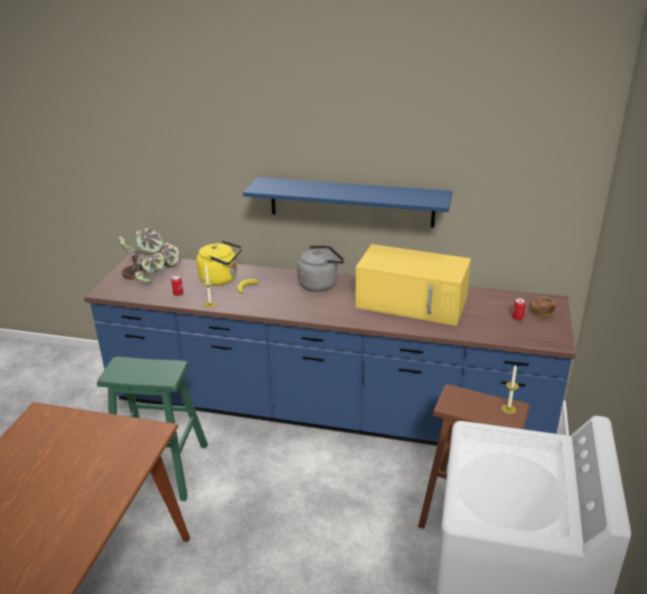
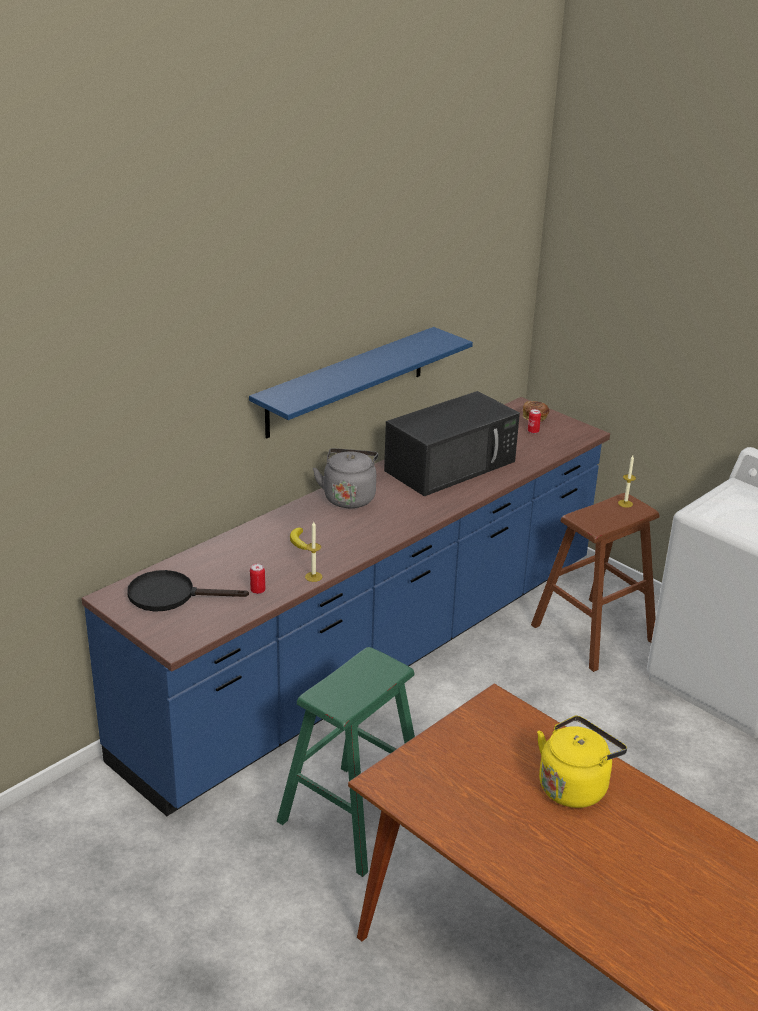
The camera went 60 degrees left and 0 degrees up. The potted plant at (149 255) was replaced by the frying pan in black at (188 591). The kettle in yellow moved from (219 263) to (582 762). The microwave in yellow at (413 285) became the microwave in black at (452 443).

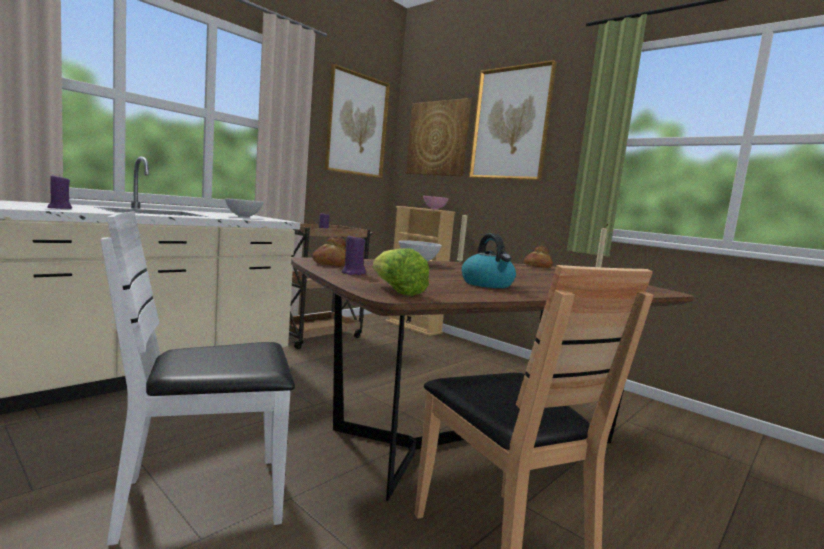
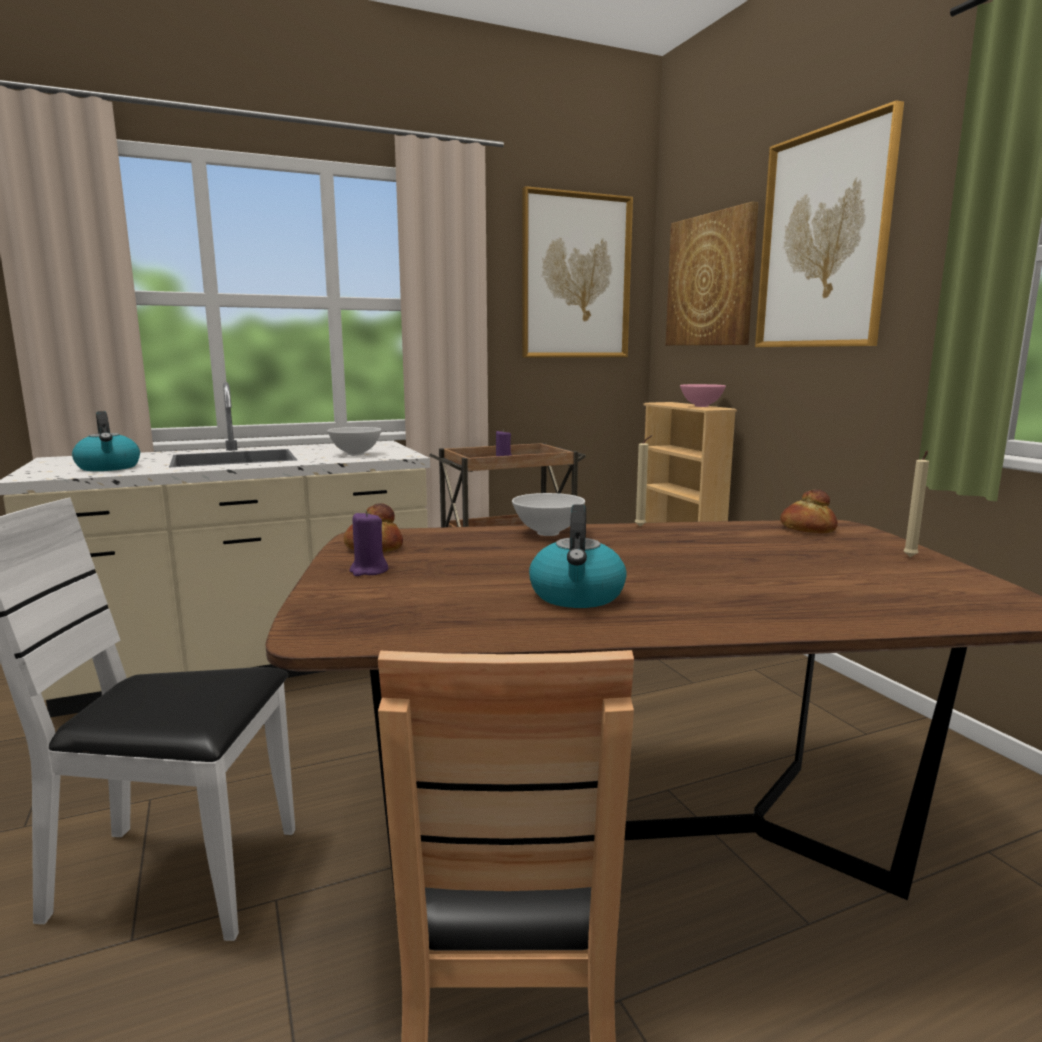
The camera went 25 degrees right and 5 degrees up. The candle in purple at (59 191) was replaced by the kettle at (106 441). The lettuce at (401 272) disappeared.

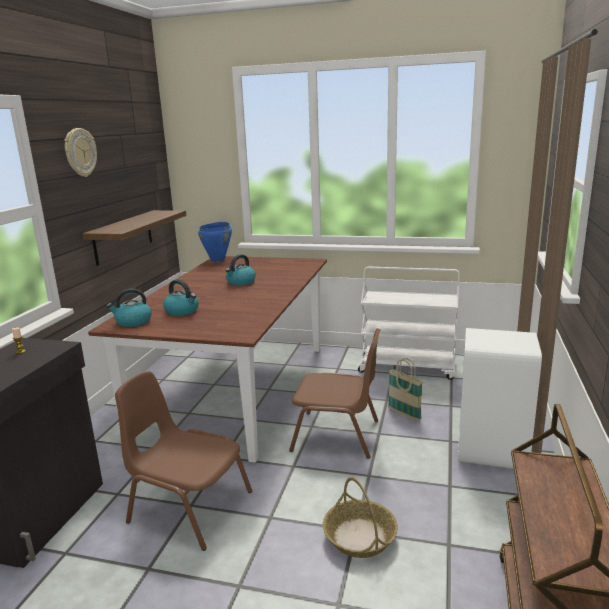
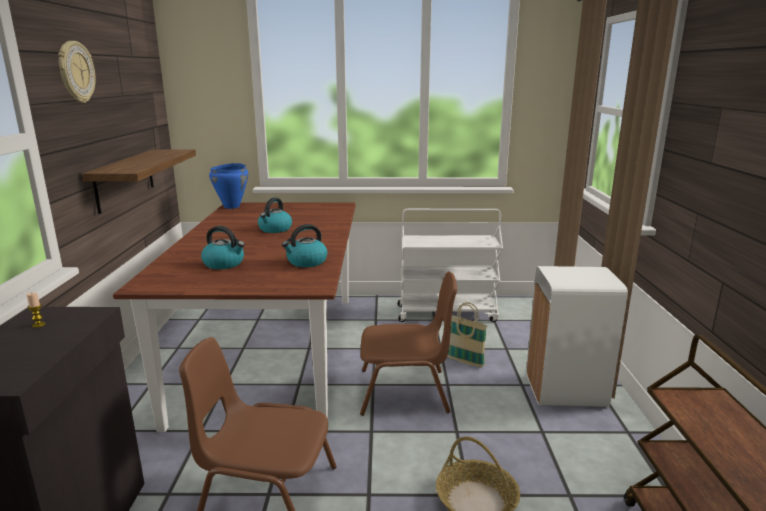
The camera went 15 degrees left and 0 degrees up. The kettle moved from (129 307) to (305 245).

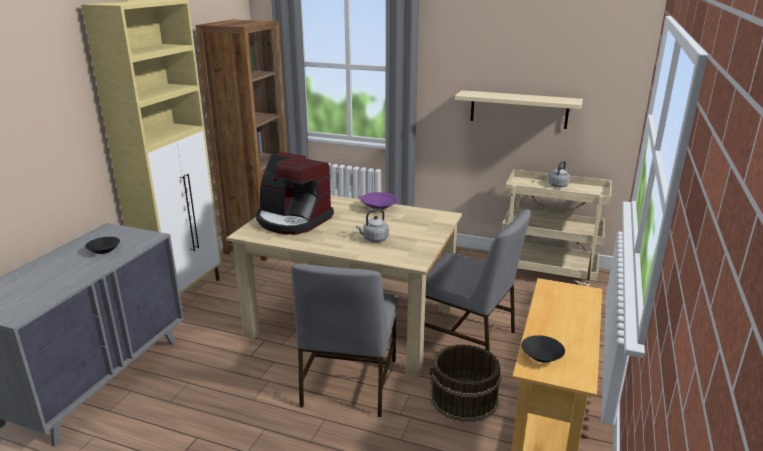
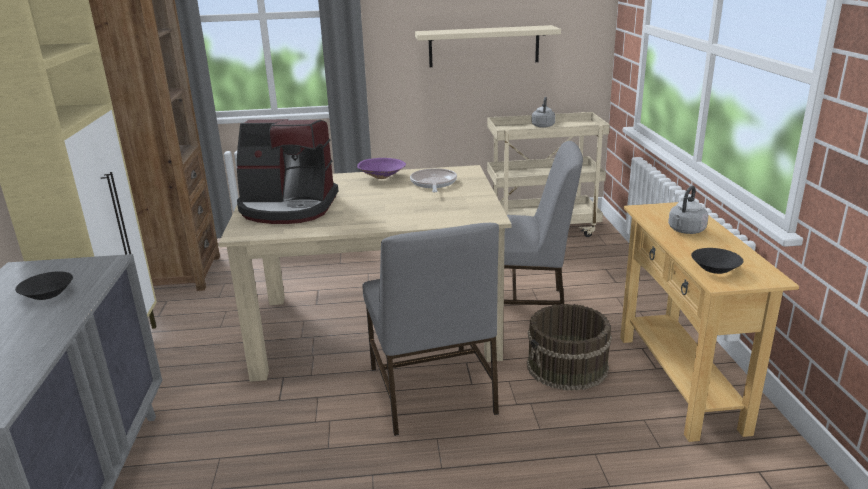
The camera went 25 degrees left and 0 degrees up. The kettle in grey moved from (372 225) to (688 210). The frying pan at (433 180) appeared.

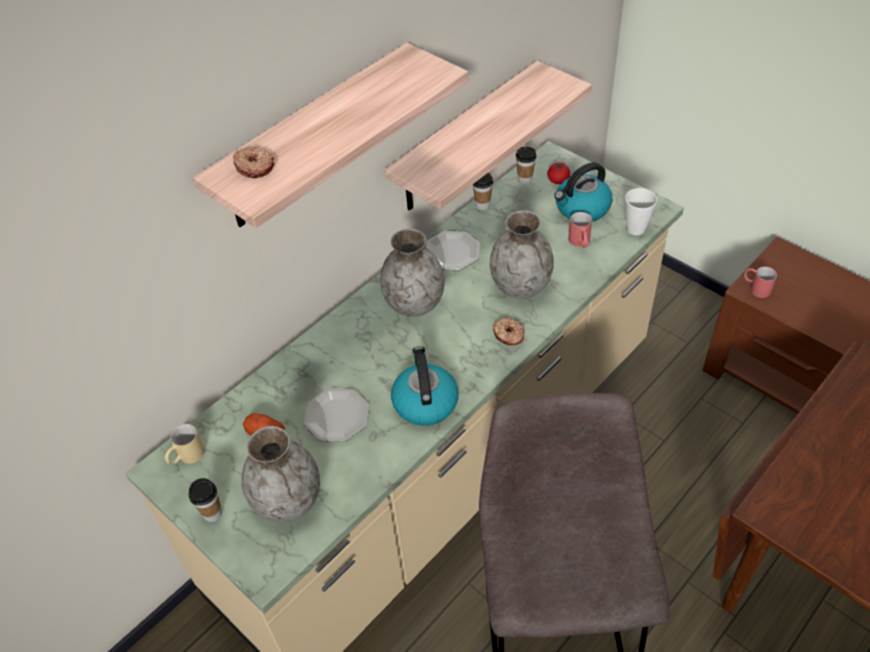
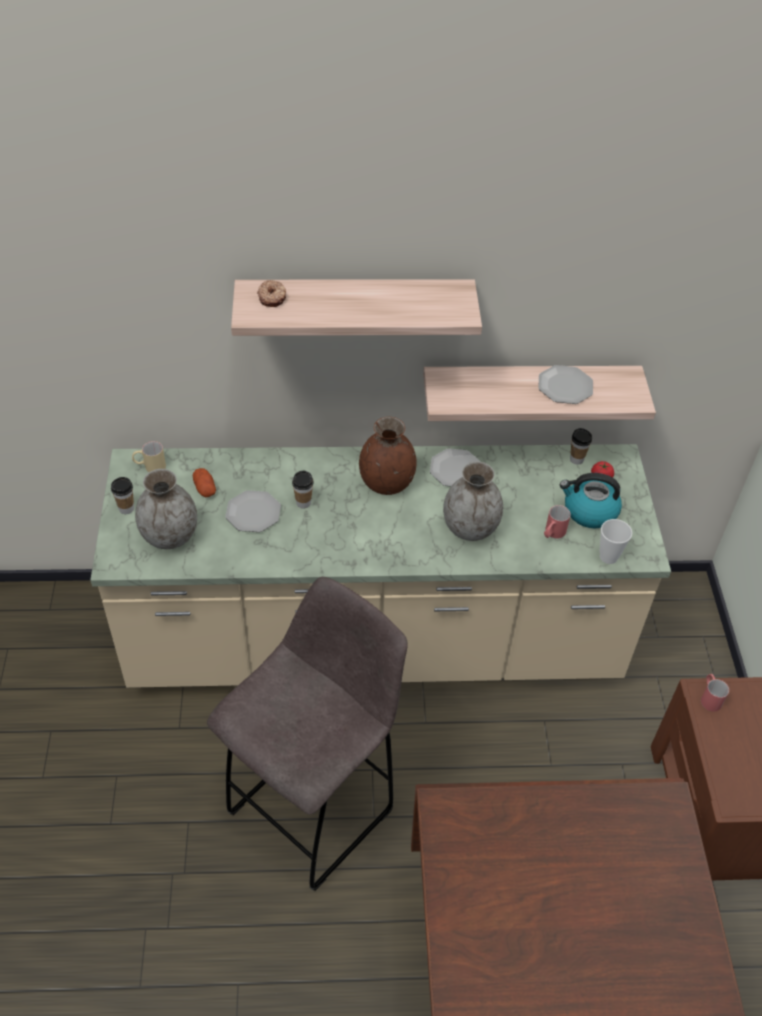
The camera went 40 degrees right and 0 degrees up. The vase in grey at (412 273) became the vase in brown at (388 456). The kettle at (424 386) disappeared. The cup moved from (483 191) to (303 490). The donut at (508 331) disappeared. The plate at (565 384) appeared.

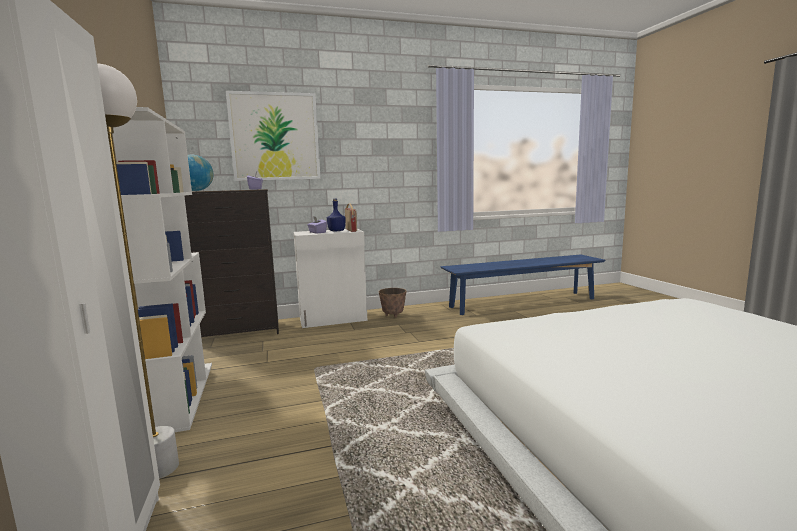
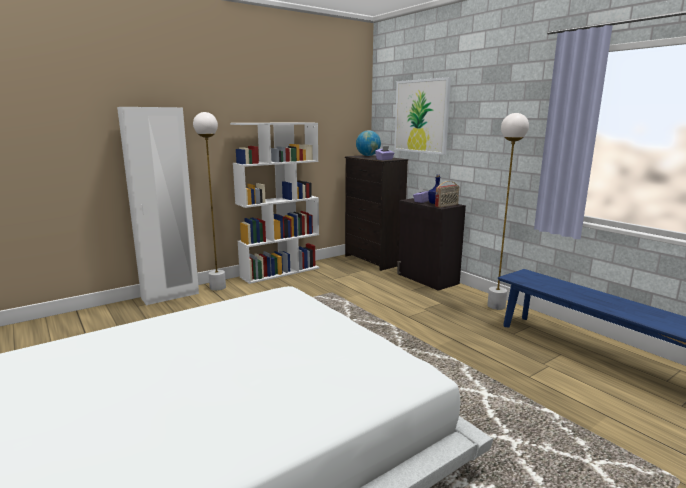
The camera went 70 degrees right and 5 degrees up. The cabinet in white at (331 278) became the cabinet in black at (431 244). The planter at (392 303) disappeared. The floor lamp in white at (508 211) appeared.

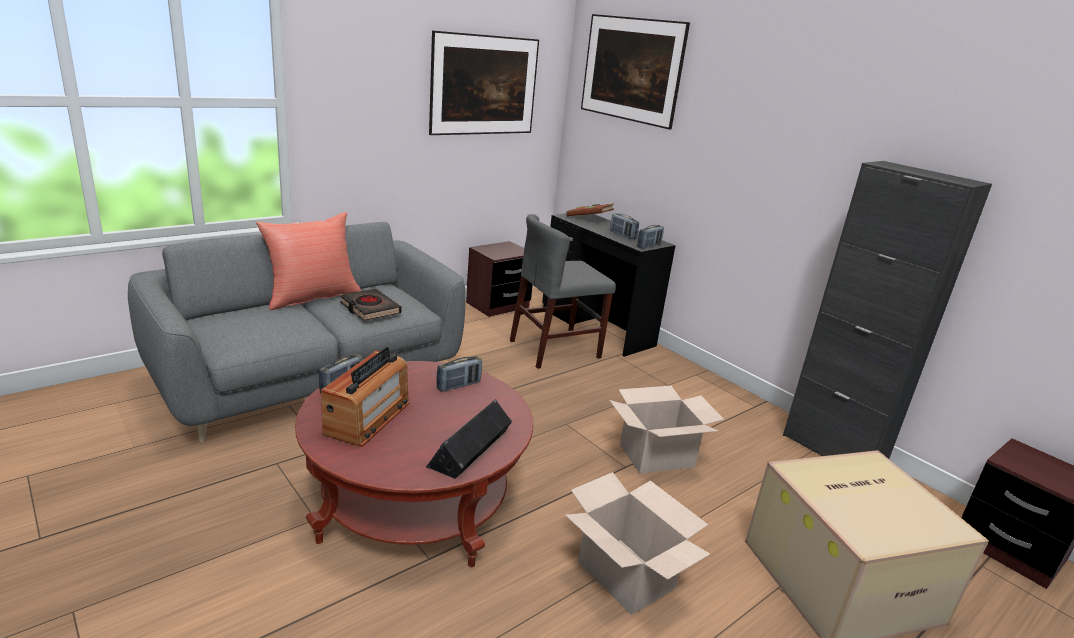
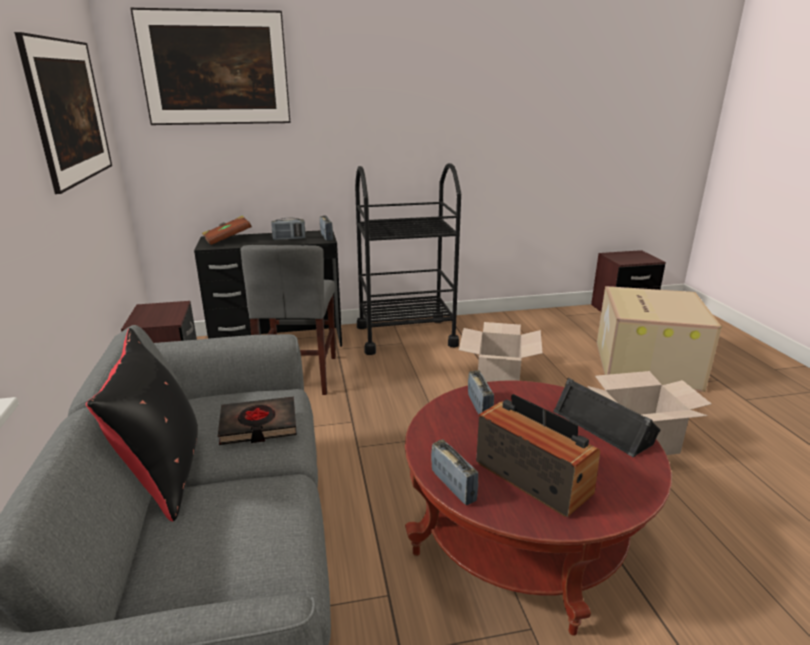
The camera went 60 degrees left and 0 degrees up. The pillow in red at (308 261) became the pillow in black at (142 424). The cabinet in black at (887 310) disappeared. The cart in black at (408 259) appeared.

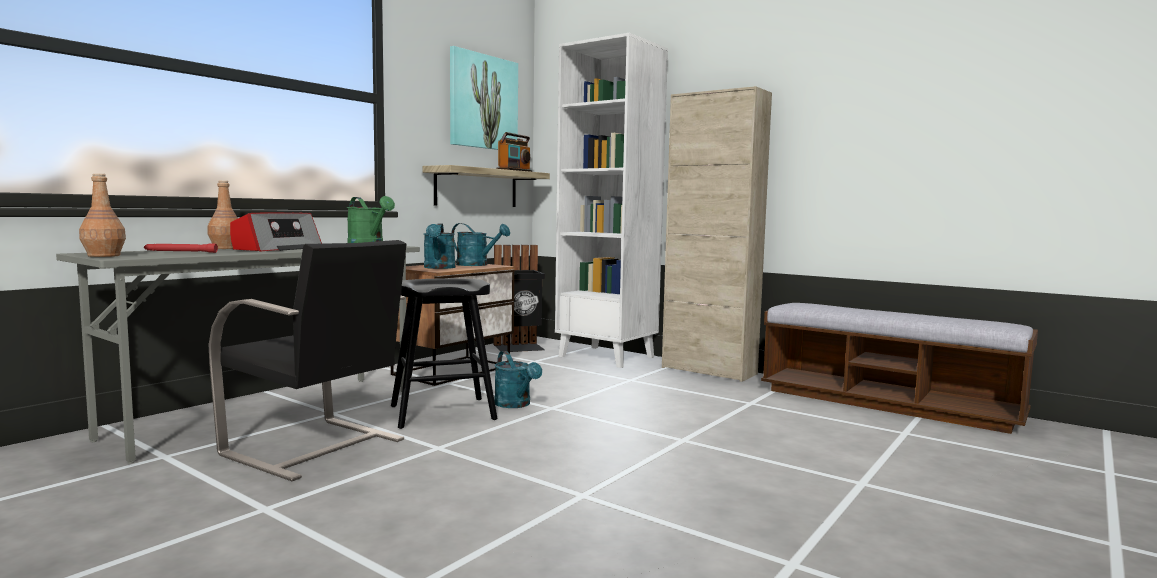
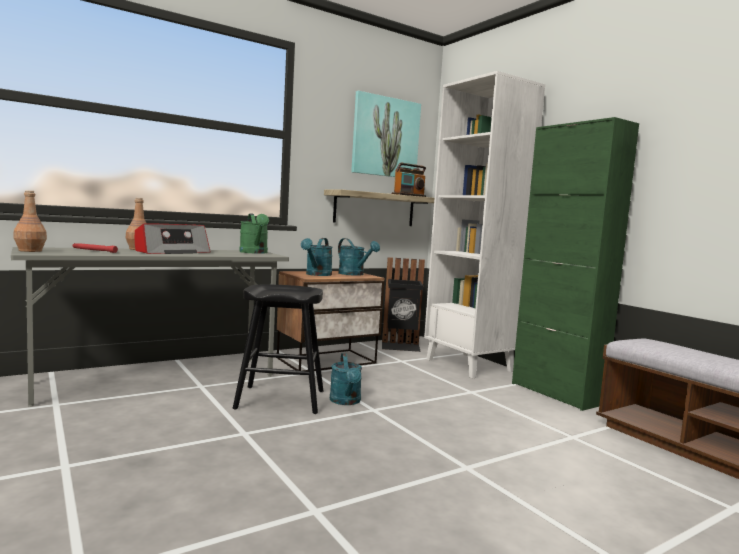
The camera went 20 degrees right and 0 degrees up. The chair in black at (308 360) disappeared. The cabinet in beige at (717 234) became the cabinet in green at (575 264).

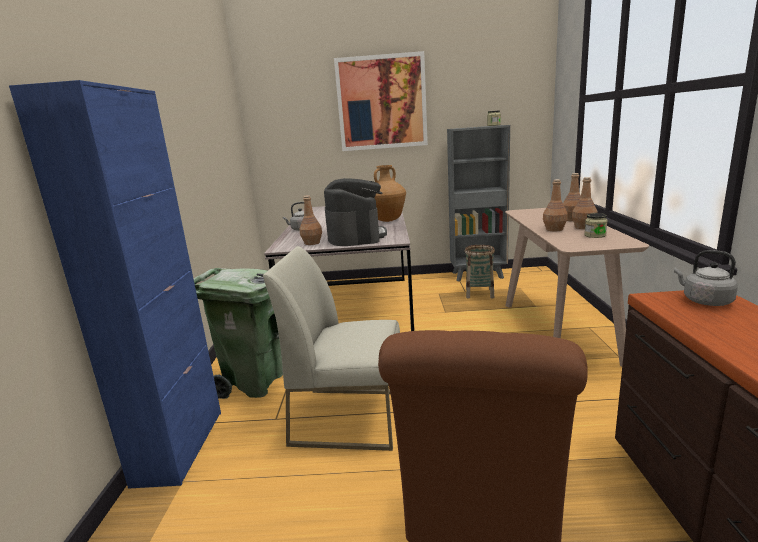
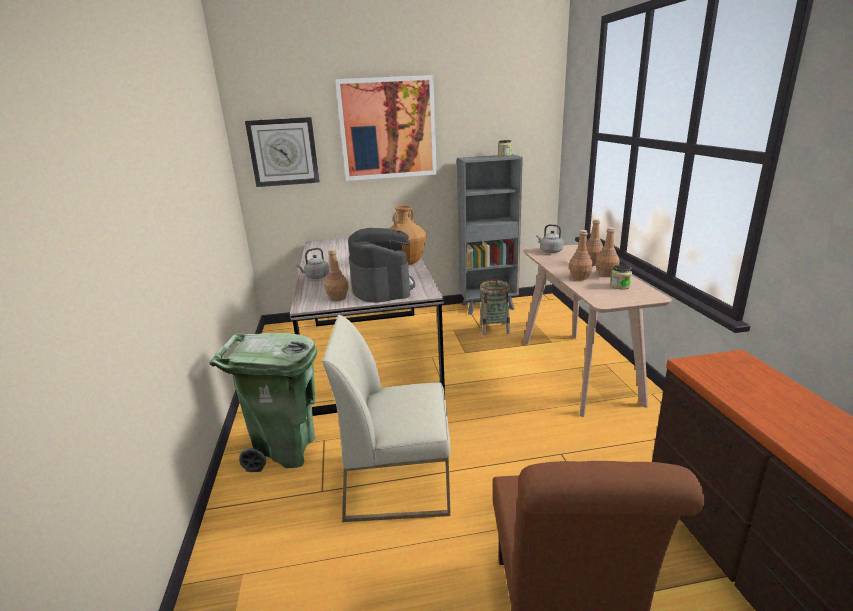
The camera went 10 degrees left and 5 degrees up. The cabinet in blue at (115 284) disappeared. The kettle in grey moved from (706 278) to (549 238). The wall clock at (282 152) appeared.

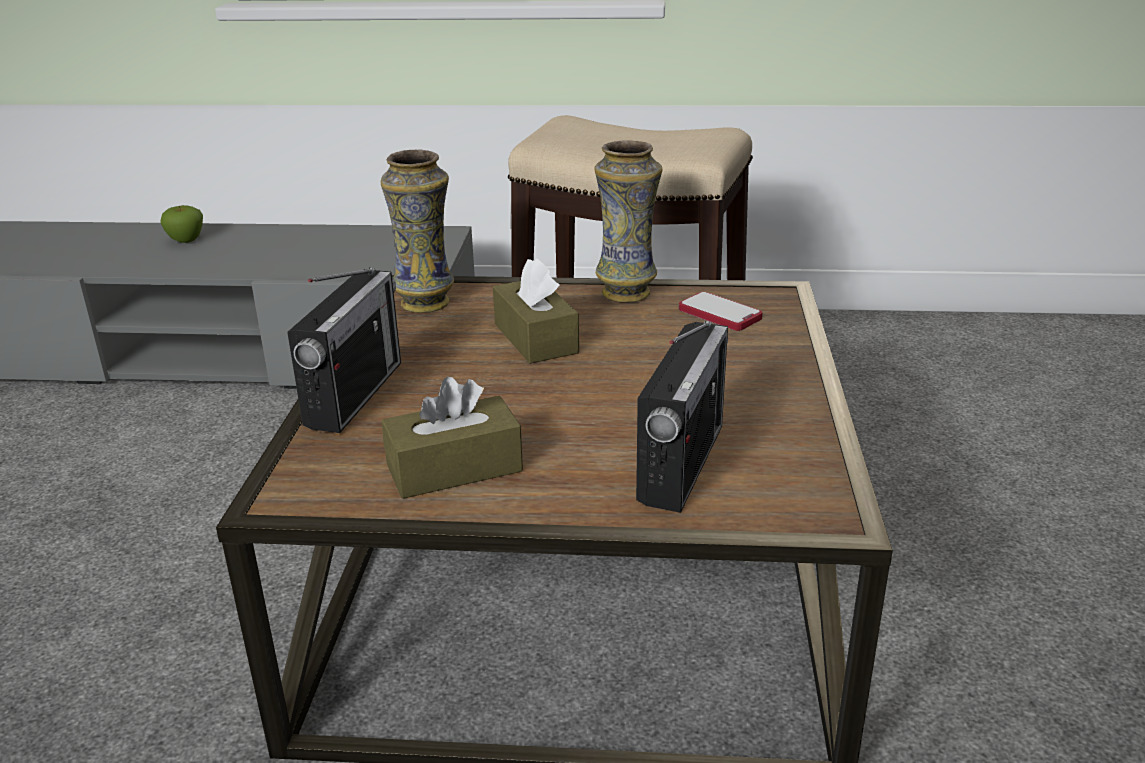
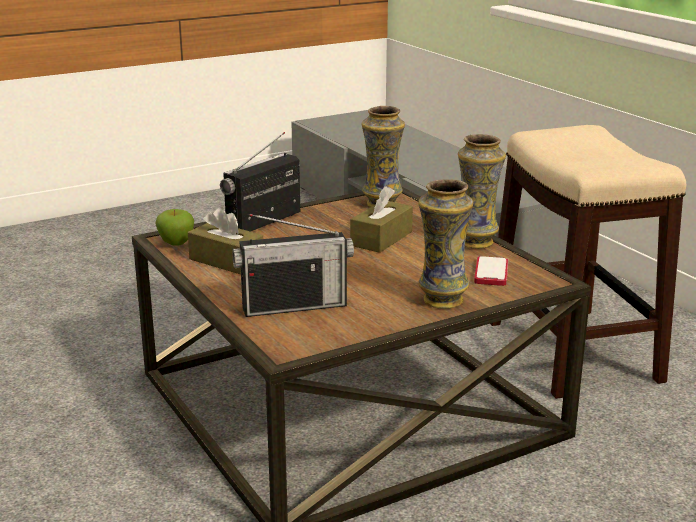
The camera went 55 degrees right and 5 degrees down. The apple moved from (181 224) to (175 227). The radio at (344 350) turned 150 degrees clockwise. The vase at (445 244) appeared.

